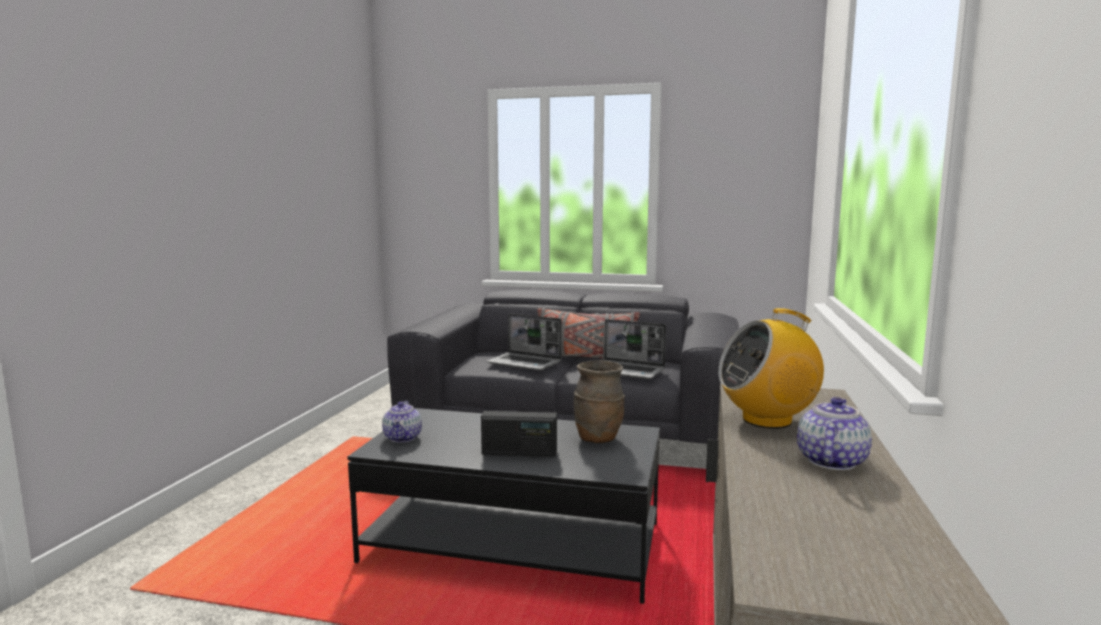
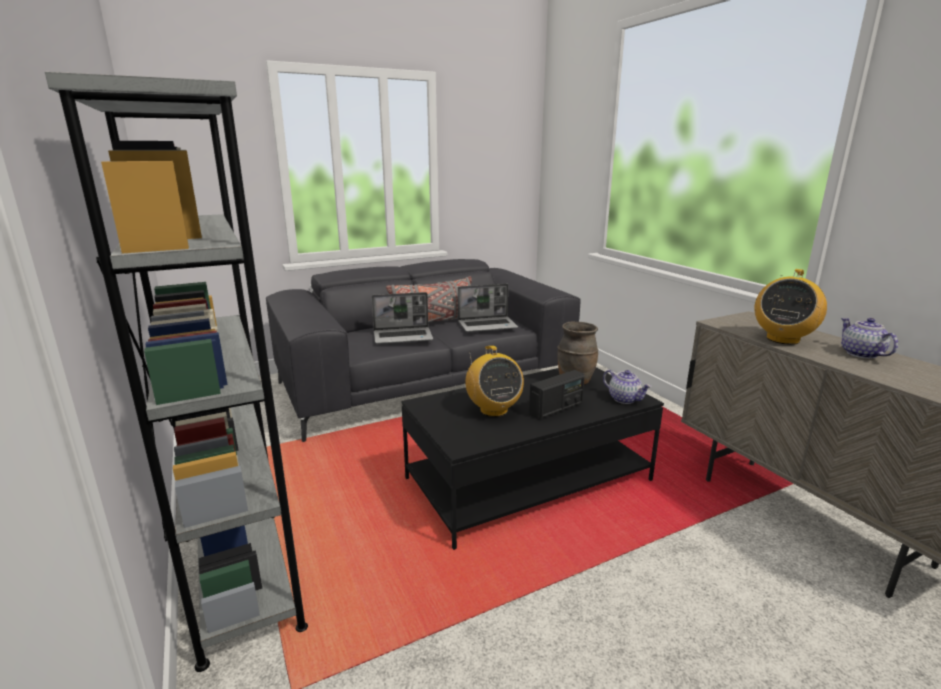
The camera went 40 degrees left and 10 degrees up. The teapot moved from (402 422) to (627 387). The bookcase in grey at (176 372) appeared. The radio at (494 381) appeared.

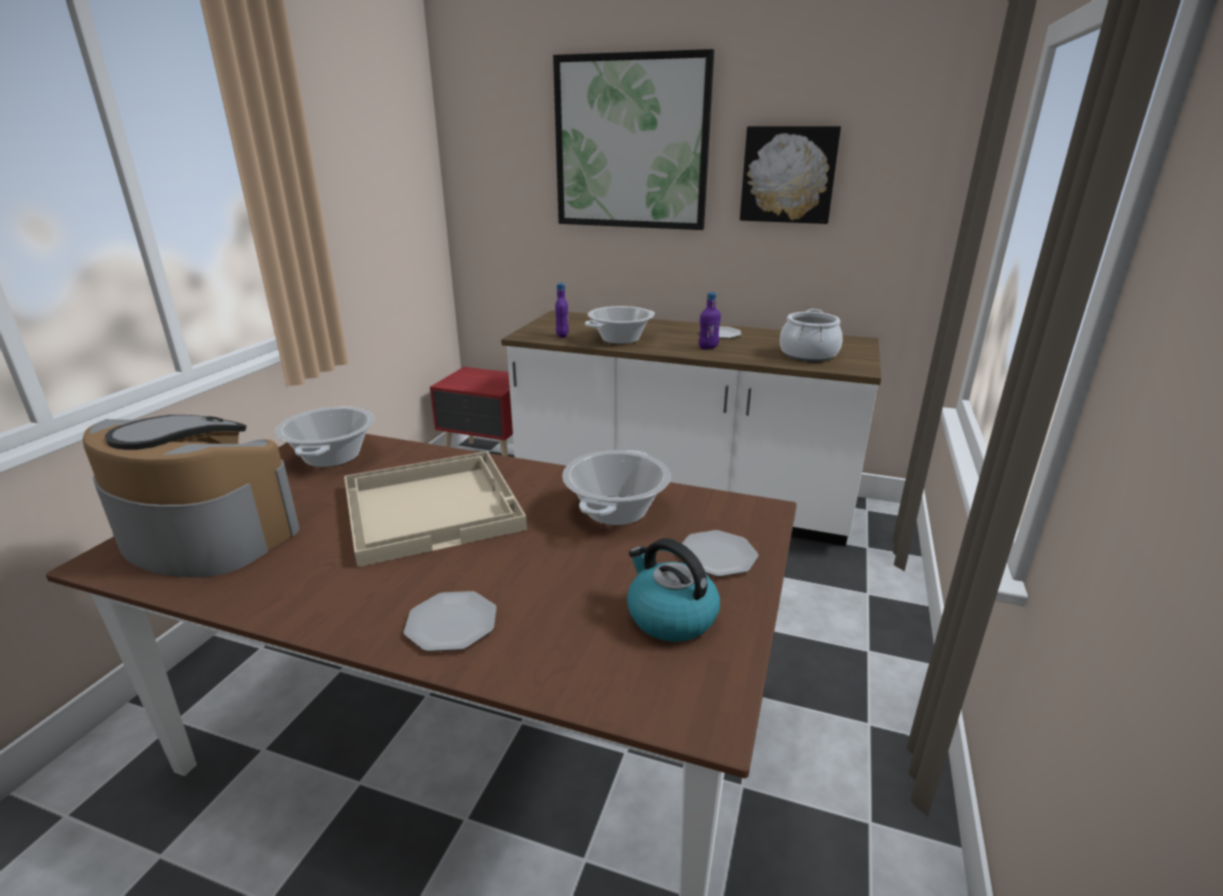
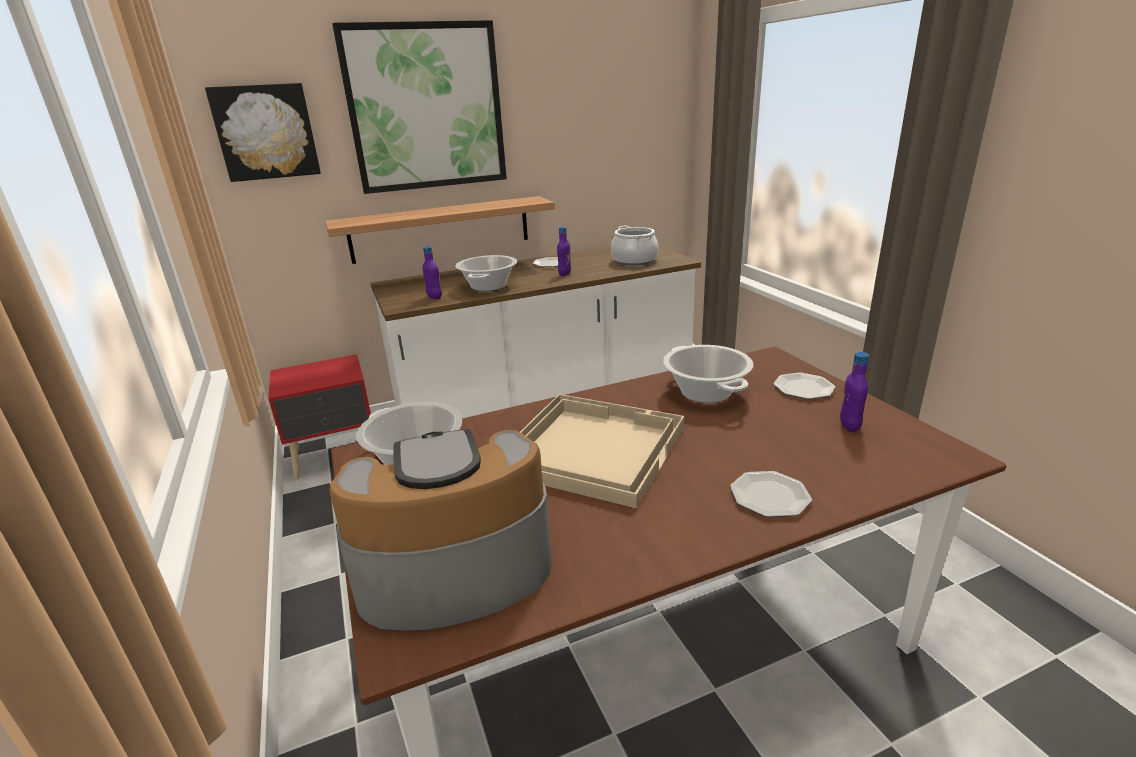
The camera went 40 degrees left and 0 degrees up. The kettle at (673 590) was replaced by the bottle in purple at (854 392). The picture moved from (790 175) to (263 132). The shelf at (440 230) appeared.

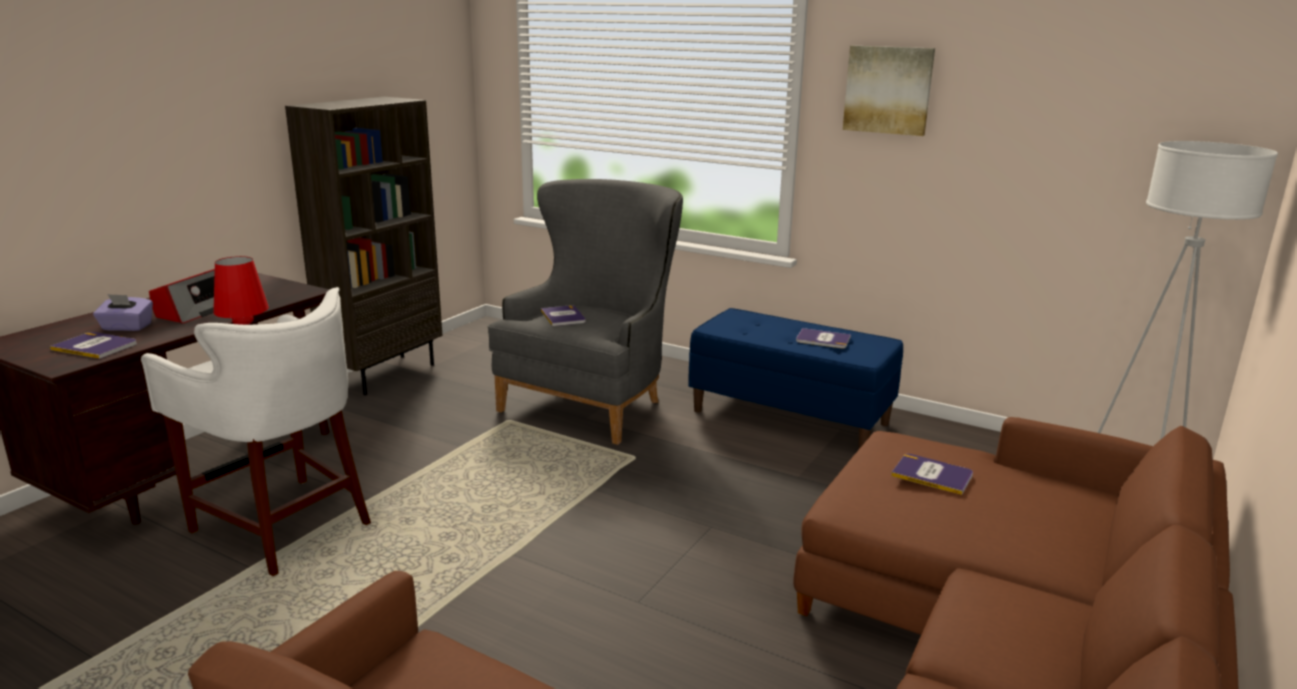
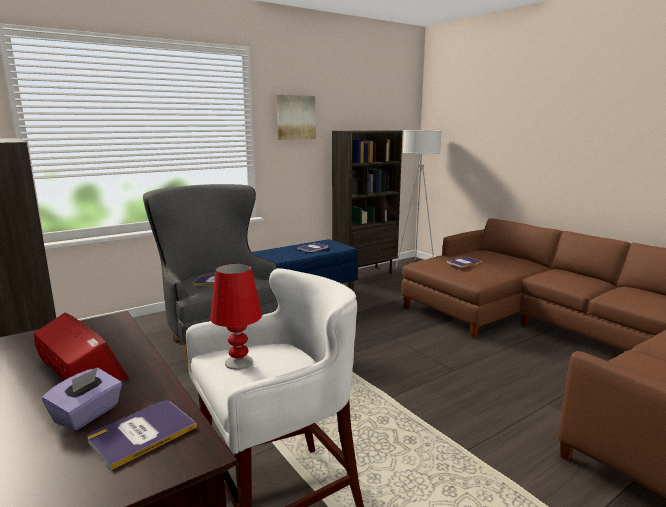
The camera went 65 degrees left and 5 degrees down. The bookcase in brown at (367 201) appeared.

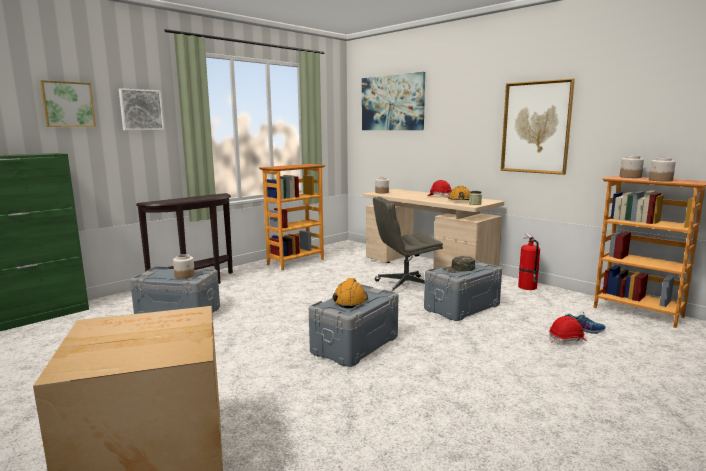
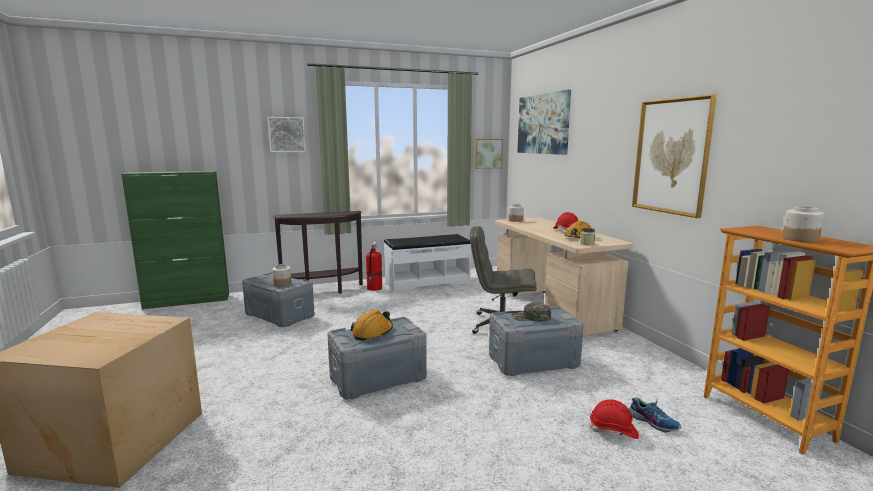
The camera went 25 degrees right and 0 degrees up. The picture moved from (68 103) to (489 154). The bookcase at (292 217) was replaced by the bench in white at (427 263). The fire extinguisher moved from (529 261) to (374 266). The jar at (632 167) disappeared.

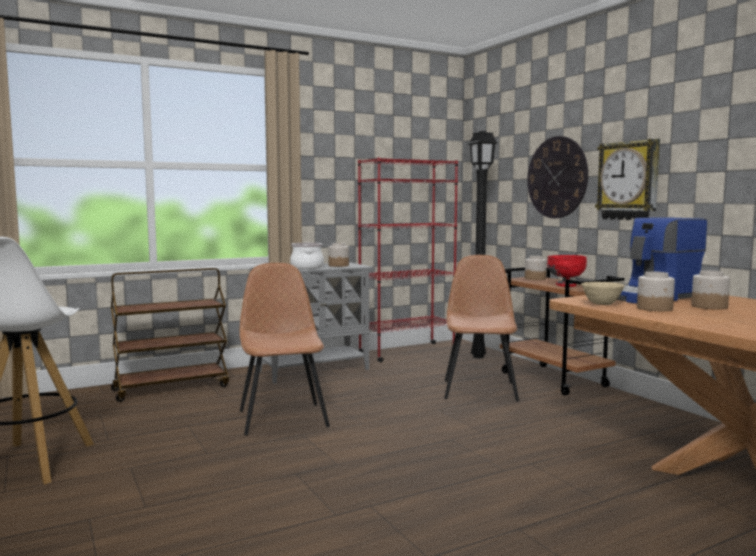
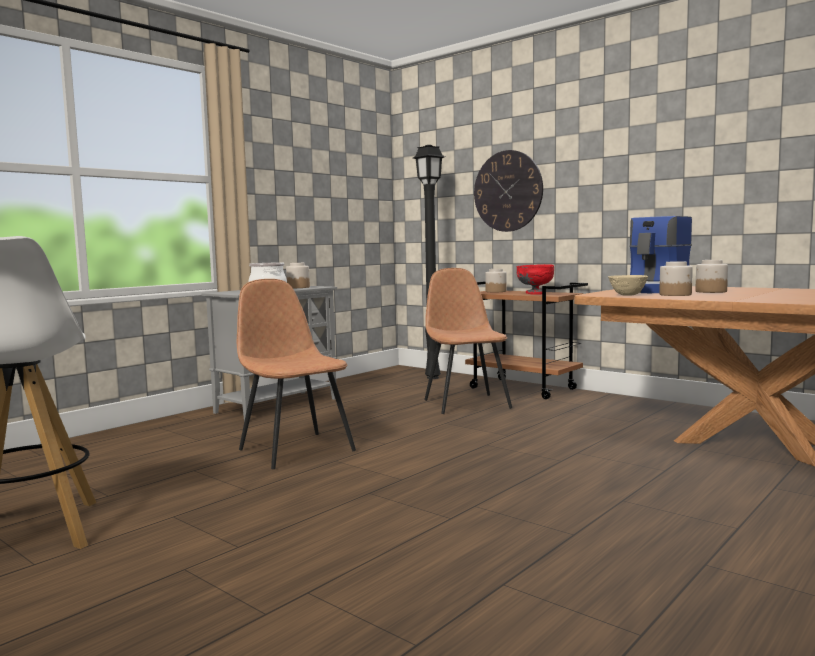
The camera went 20 degrees left and 0 degrees up. The cart in brown at (170 335) disappeared. The bookcase in red at (408 259) disappeared. The wall clock at (627 179) disappeared.

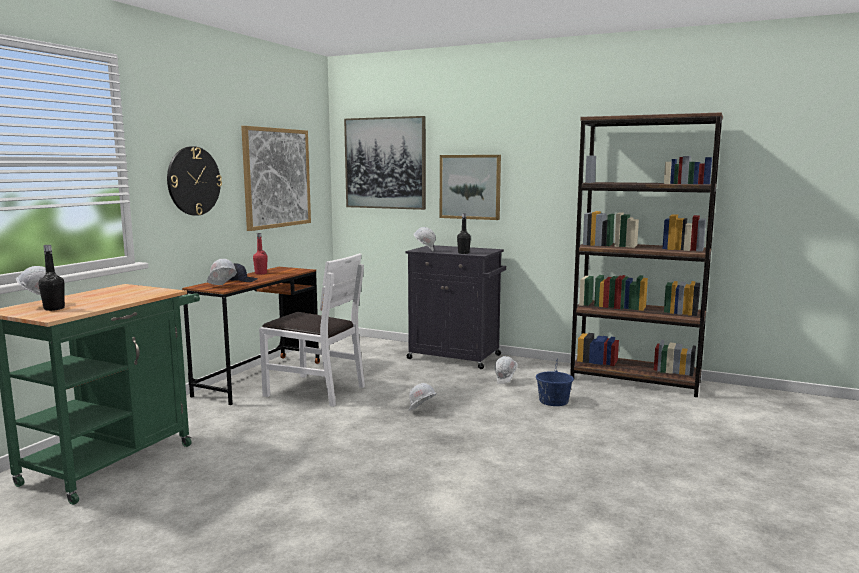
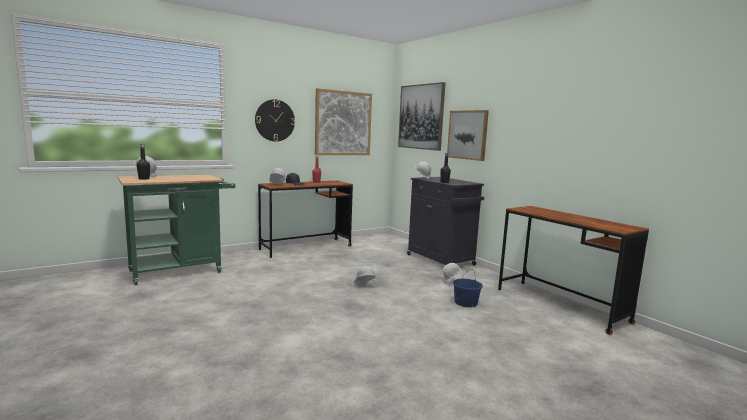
The camera went 30 degrees right and 0 degrees up. The chair in white at (312 330) disappeared. The bookcase in brown at (646 254) was replaced by the desk in brown at (573 270).

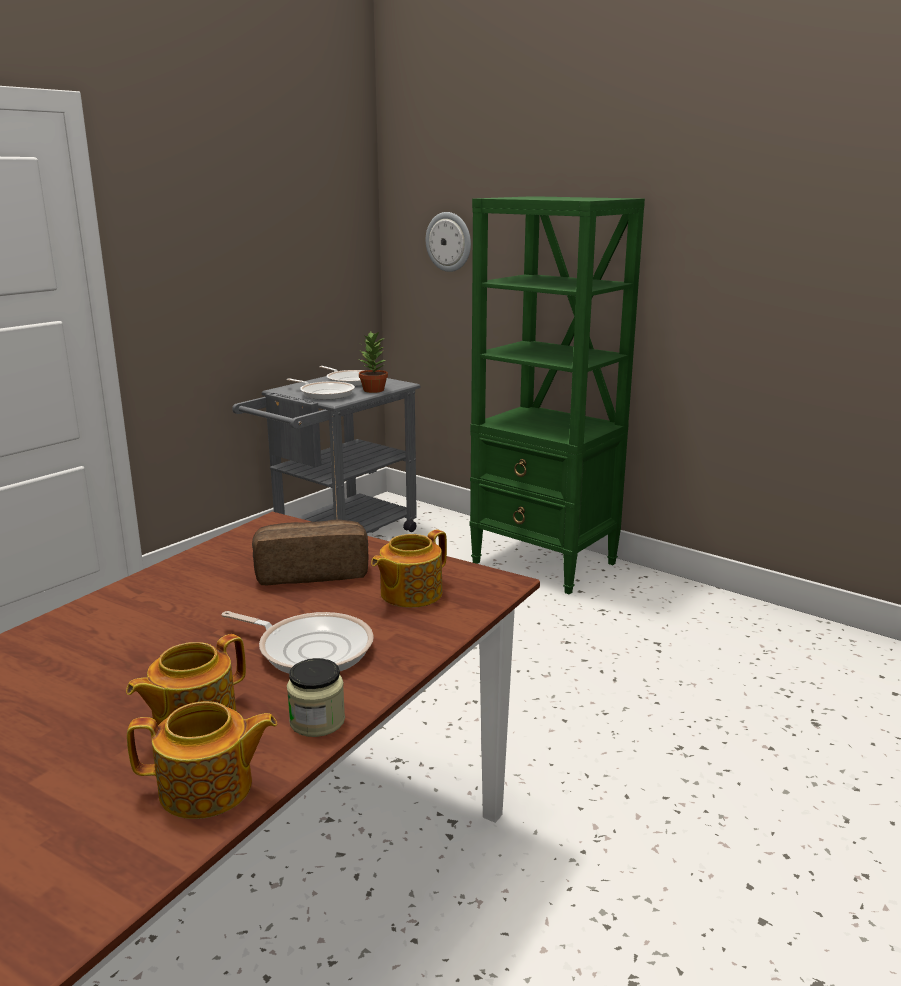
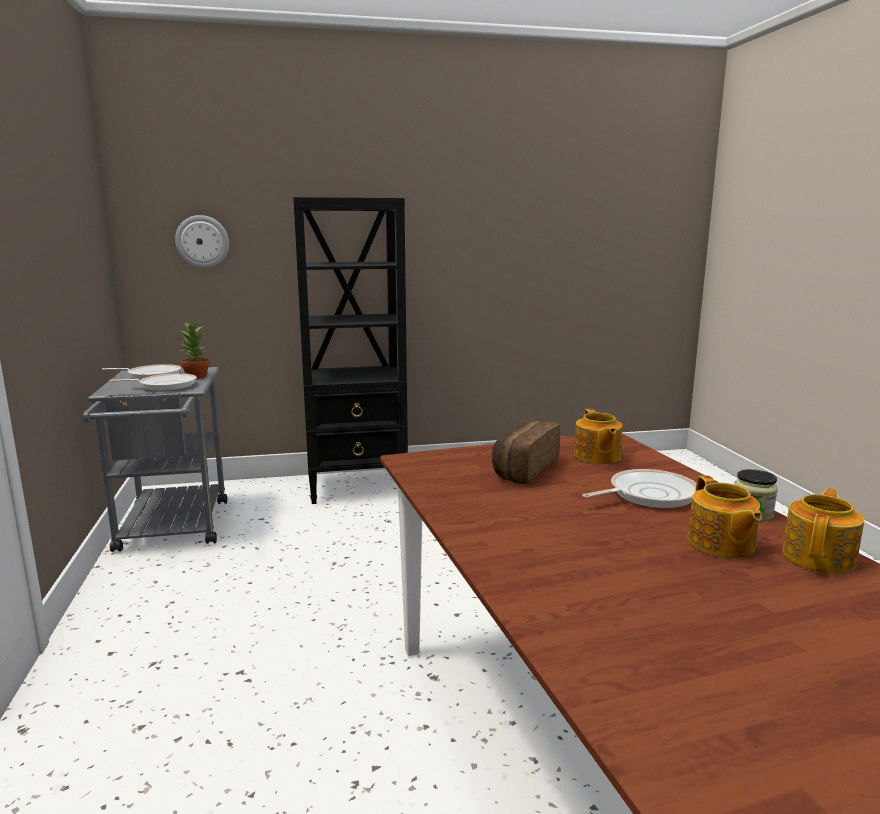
The camera went 50 degrees left and 5 degrees down. The bookcase in green at (557 395) became the bookcase in black at (350 350).

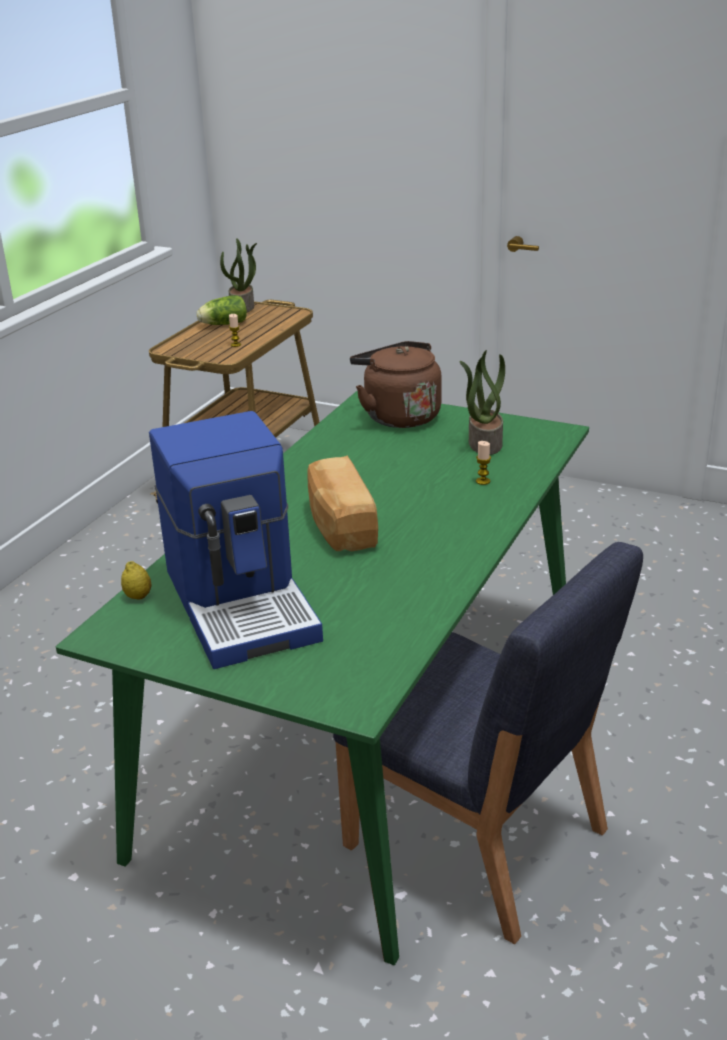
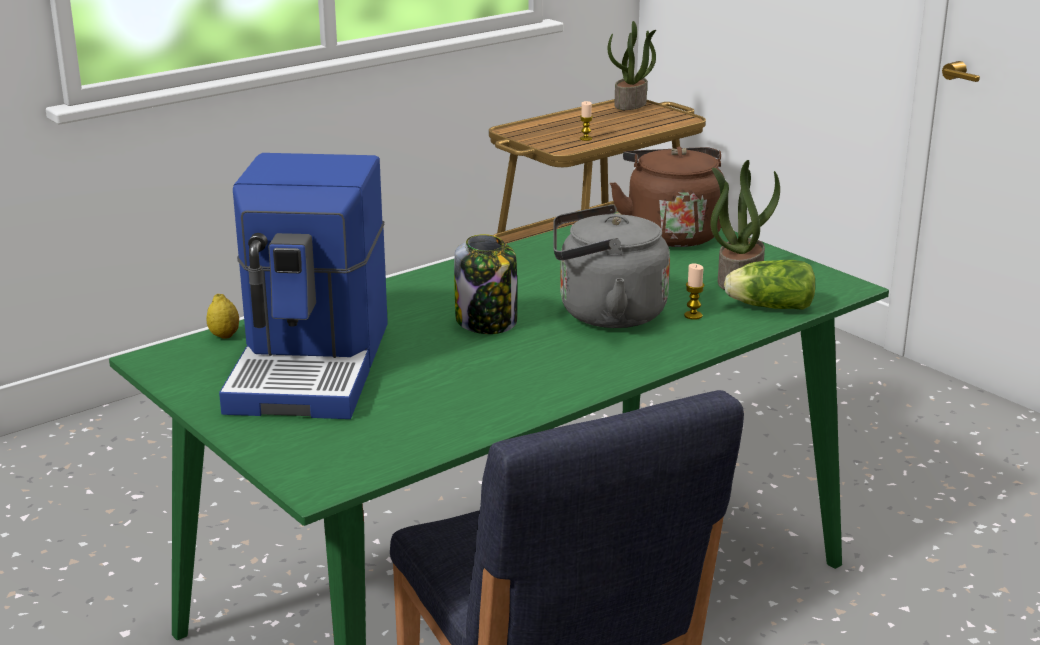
The camera went 25 degrees right and 5 degrees down. The lettuce moved from (222 310) to (769 285). The bread at (342 503) was replaced by the jar at (485 284). The kettle in grey at (611 266) appeared.

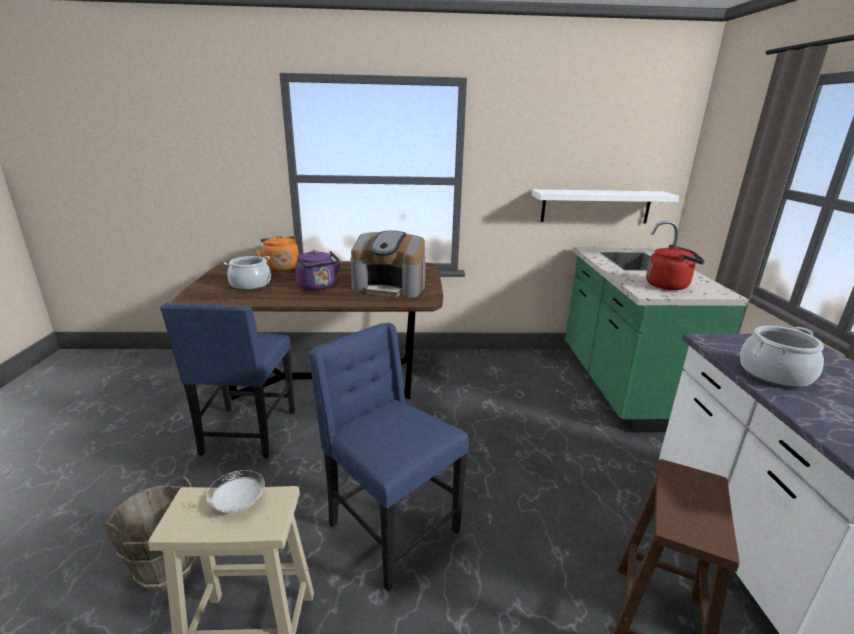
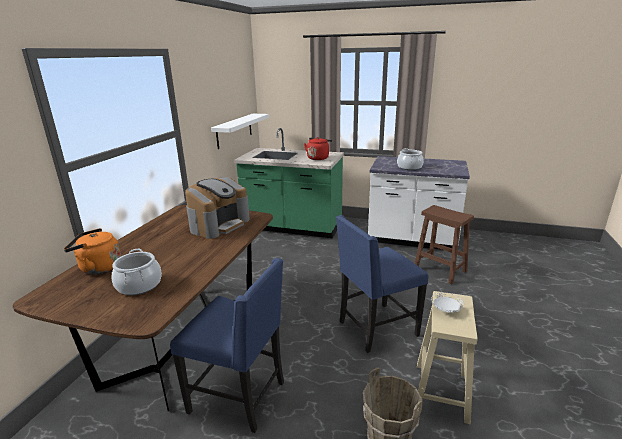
The camera went 70 degrees left and 0 degrees up. The kettle in purple at (317 270) disappeared.

